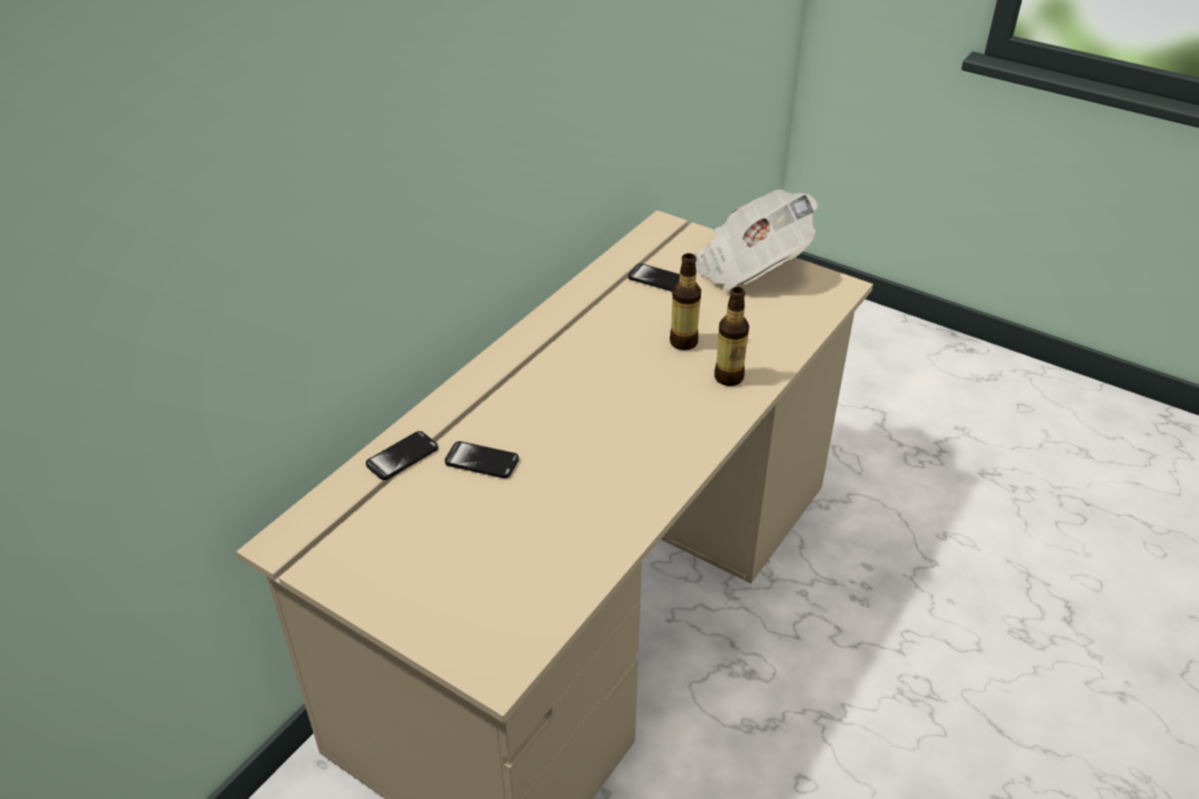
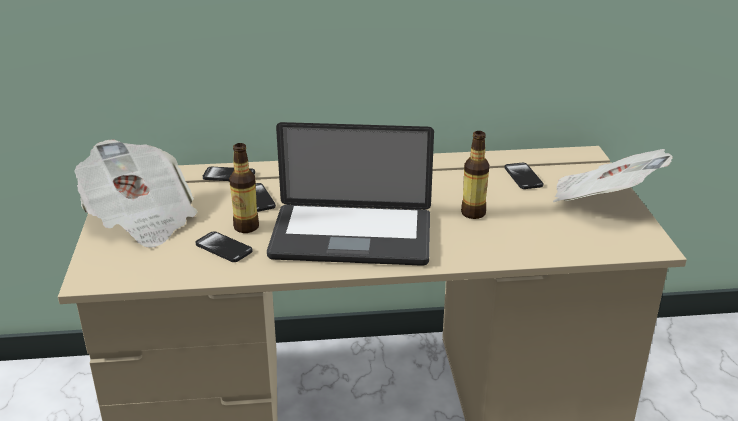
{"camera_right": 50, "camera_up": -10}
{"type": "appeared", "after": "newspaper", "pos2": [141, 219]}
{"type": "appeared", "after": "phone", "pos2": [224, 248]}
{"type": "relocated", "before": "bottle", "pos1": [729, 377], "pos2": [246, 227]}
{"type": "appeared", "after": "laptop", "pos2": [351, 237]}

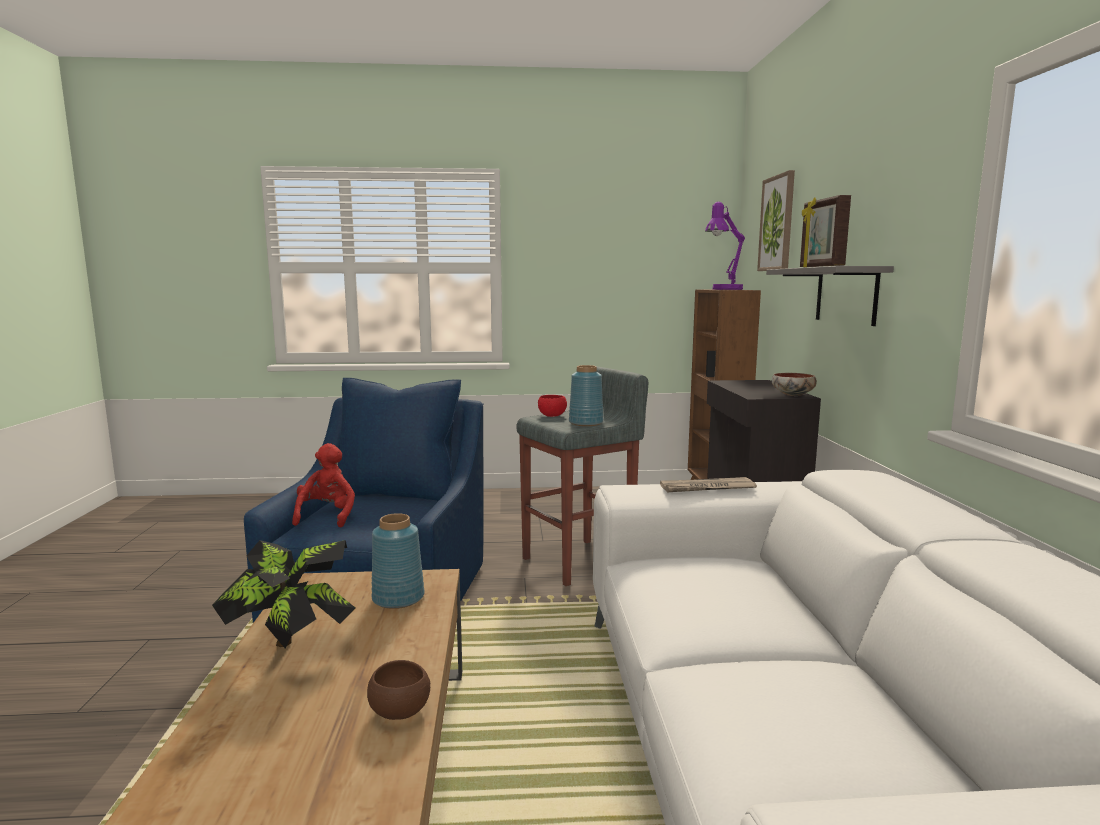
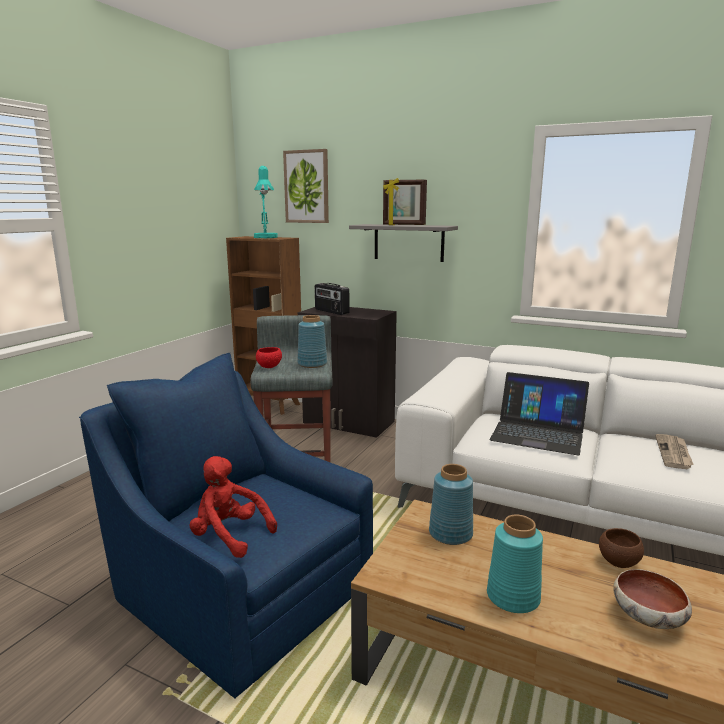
{"camera_right": -60, "camera_up": 5}
{"type": "colour", "before": "purple table lamp", "after": "turquoise table lamp", "pos1": [723, 289], "pos2": [265, 238]}
{"type": "appeared", "after": "radio", "pos2": [331, 311]}
{"type": "exchanged", "before": "potted plant", "after": "turquoise vase", "pos1": [292, 649], "pos2": [513, 596]}
{"type": "appeared", "after": "laptop", "pos2": [538, 433]}
{"type": "relocated", "before": "bowl", "pos1": [793, 395], "pos2": [649, 618]}
{"type": "relocated", "before": "newspaper", "pos1": [707, 488], "pos2": [674, 453]}

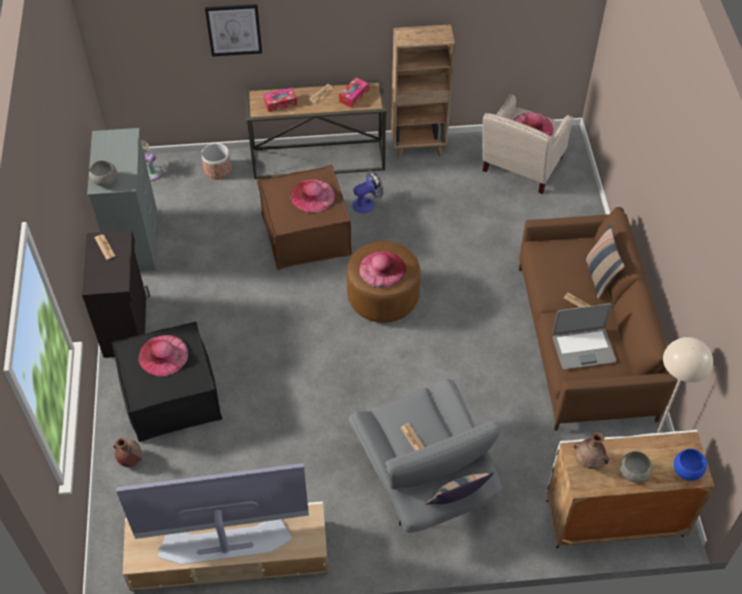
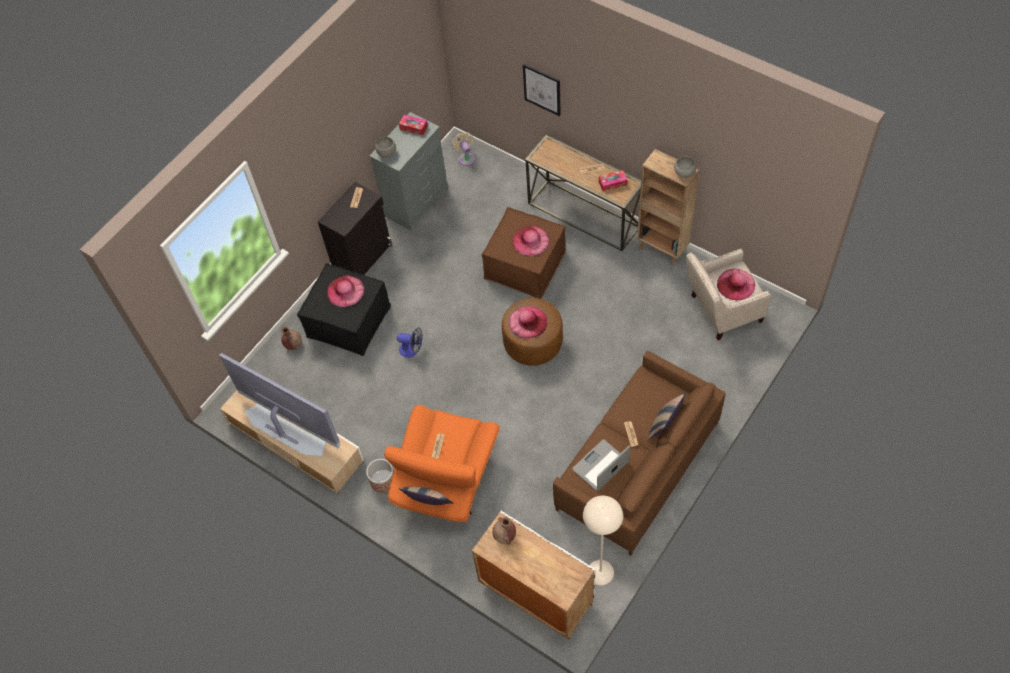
{"camera_right": 45, "camera_up": 5}
{"type": "relocated", "before": "planter", "pos1": [218, 170], "pos2": [383, 480]}
{"type": "colour", "before": "grey armchair", "after": "orange armchair", "pos1": [424, 476], "pos2": [446, 478]}
{"type": "relocated", "before": "fan", "pos1": [367, 203], "pos2": [412, 350]}
{"type": "relocated", "before": "tissue box", "pos1": [280, 103], "pos2": [413, 127]}
{"type": "spun", "before": "laptop", "pos1": [583, 348], "pos2": [601, 466], "turn": 105}
{"type": "relocated", "before": "grey bowl", "pos1": [633, 473], "pos2": [684, 173]}
{"type": "missing", "before": "blue bowl", "pos1": [686, 471]}

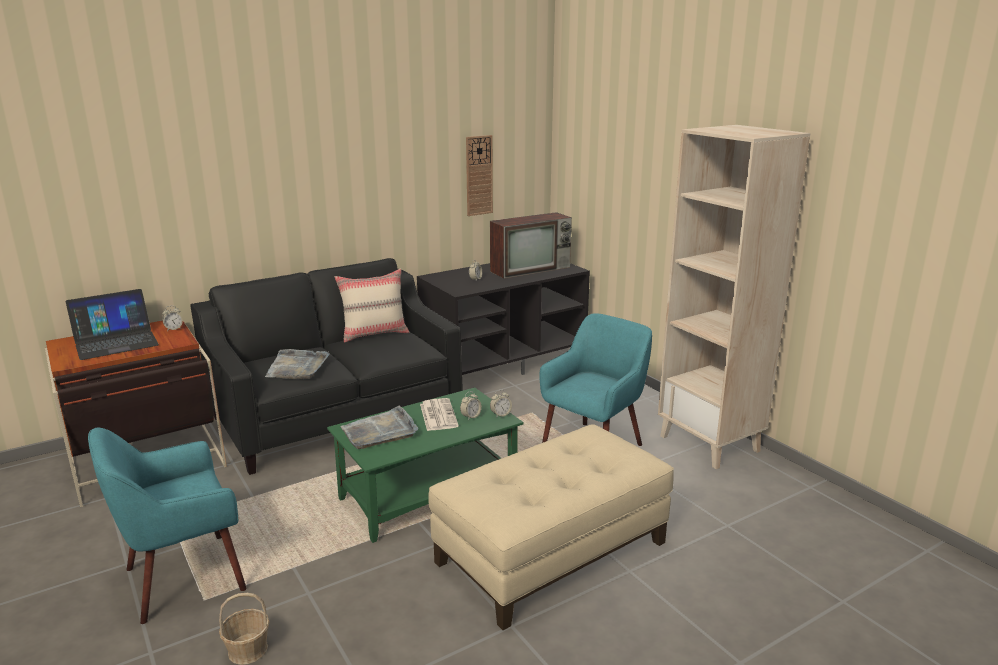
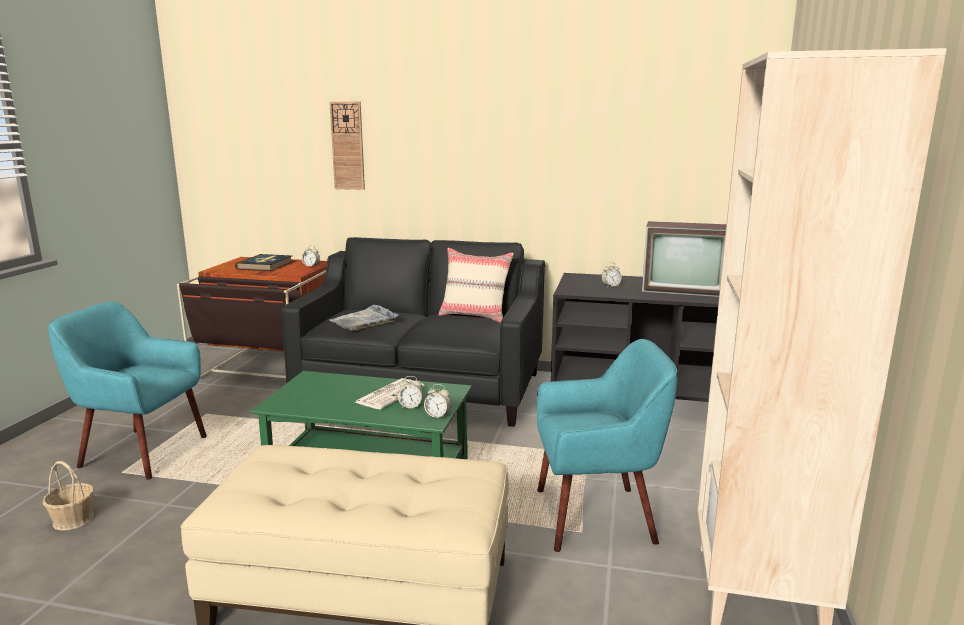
{"camera_right": 45, "camera_up": -5}
{"type": "exchanged", "before": "laptop", "after": "book", "pos1": [116, 342], "pos2": [265, 265]}
{"type": "relocated", "before": "wall clock", "pos1": [479, 175], "pos2": [347, 146]}
{"type": "missing", "before": "grey tray", "pos1": [380, 431]}

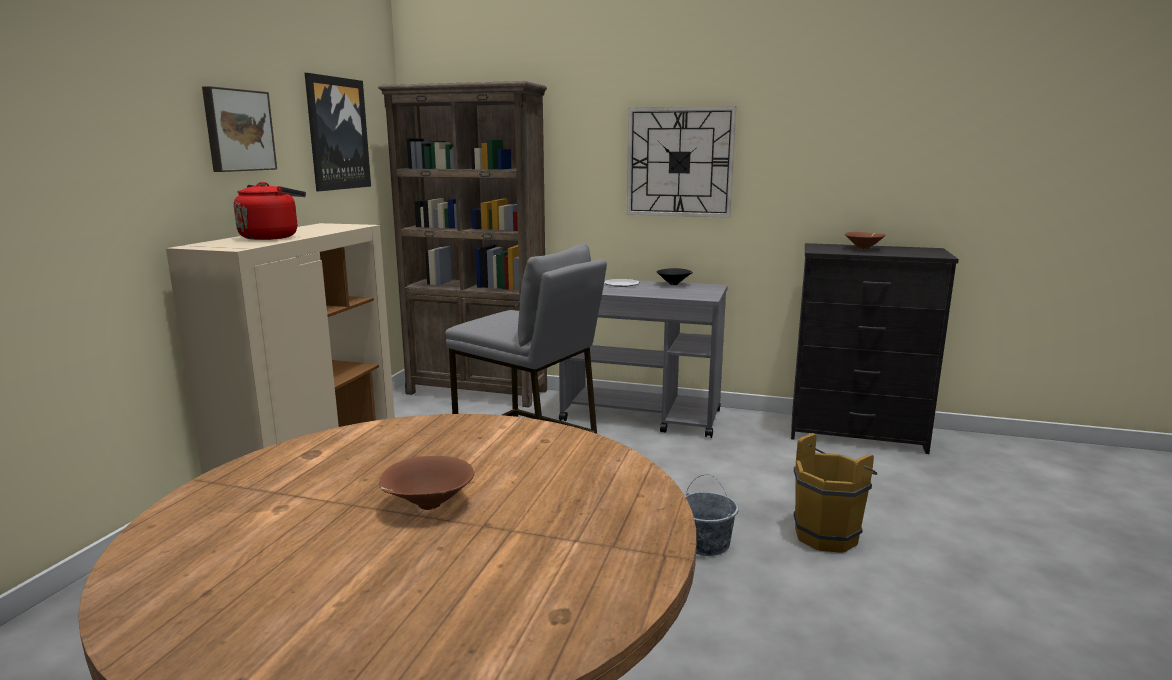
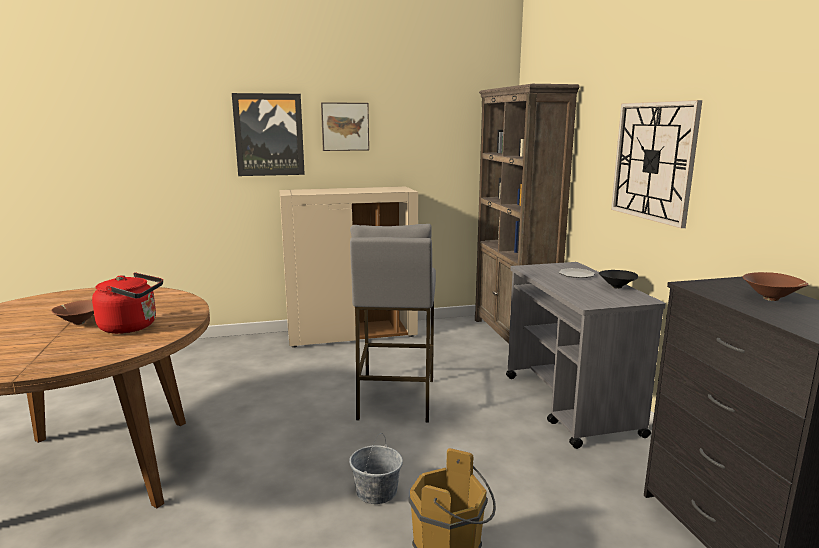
{"camera_right": 60, "camera_up": 0}
{"type": "relocated", "before": "red kettle", "pos1": [272, 237], "pos2": [132, 327]}
{"type": "relocated", "before": "picture", "pos1": [337, 134], "pos2": [269, 135]}

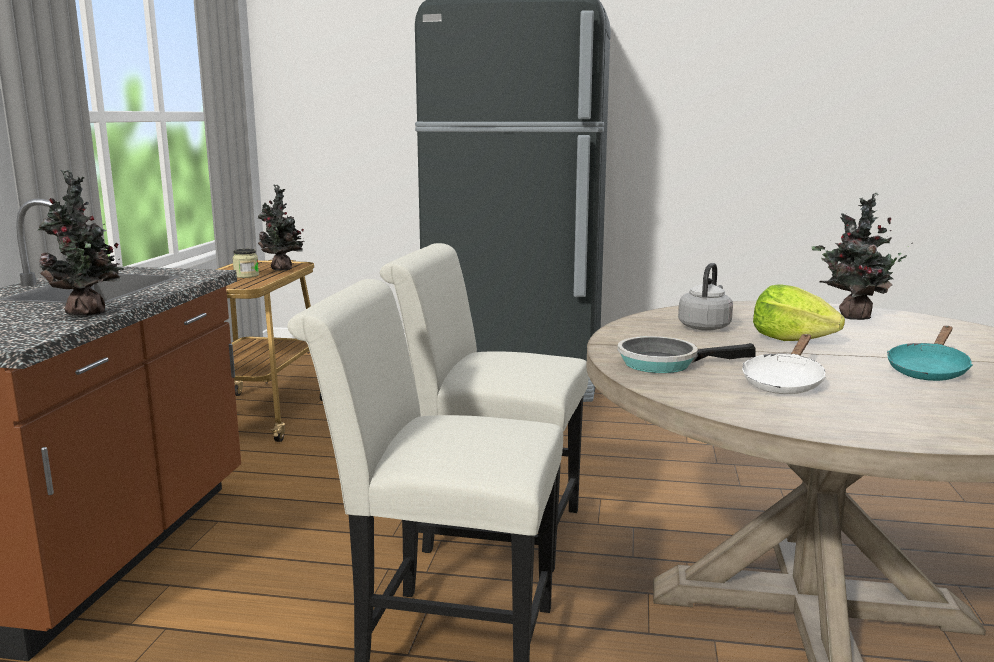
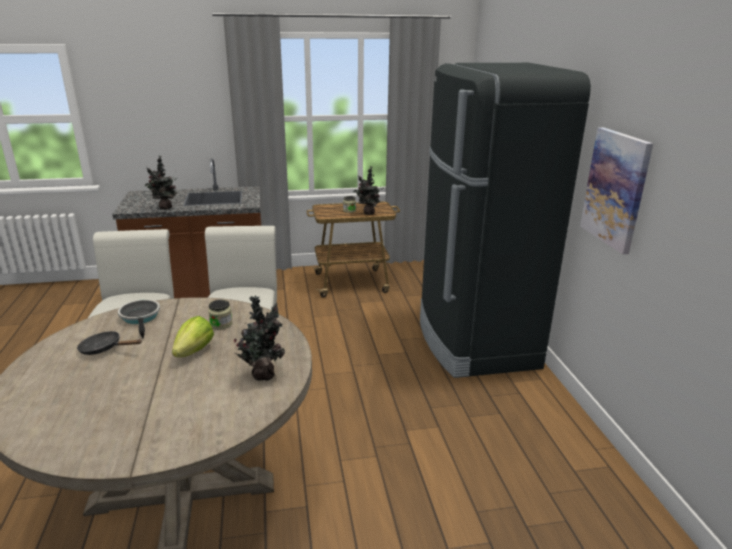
{"camera_right": 70, "camera_up": 10}
{"type": "colour", "before": "white frying pan", "after": "black frying pan", "pos1": [784, 382], "pos2": [104, 349]}
{"type": "exchanged", "before": "grey kettle", "after": "jar", "pos1": [705, 326], "pos2": [221, 324]}
{"type": "appeared", "after": "picture", "pos2": [615, 189]}
{"type": "missing", "before": "turquoise frying pan", "pos1": [928, 370]}

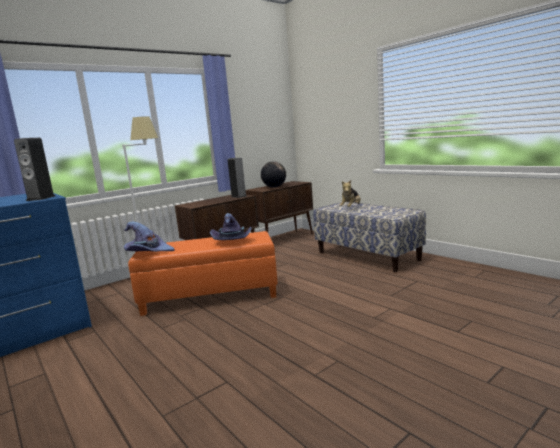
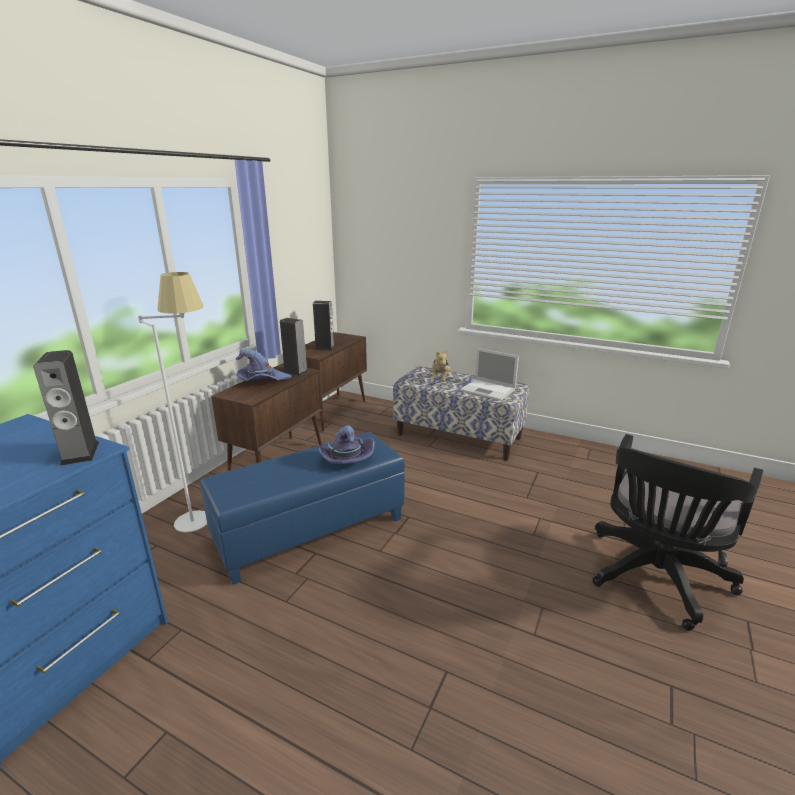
{"camera_right": -25, "camera_up": 10}
{"type": "colour", "before": "orange ottoman", "after": "blue ottoman", "pos1": [210, 297], "pos2": [310, 531]}
{"type": "relocated", "before": "purple hat", "pos1": [148, 252], "pos2": [262, 380]}
{"type": "exchanged", "before": "globe", "after": "speaker", "pos1": [274, 187], "pos2": [325, 348]}
{"type": "appeared", "after": "laptop", "pos2": [488, 390]}
{"type": "appeared", "after": "black office chair", "pos2": [654, 578]}

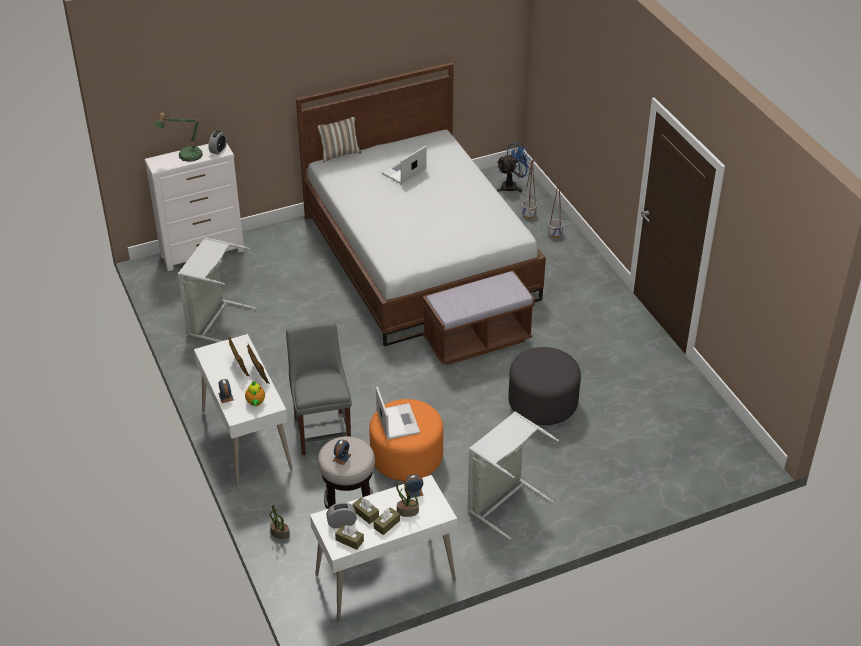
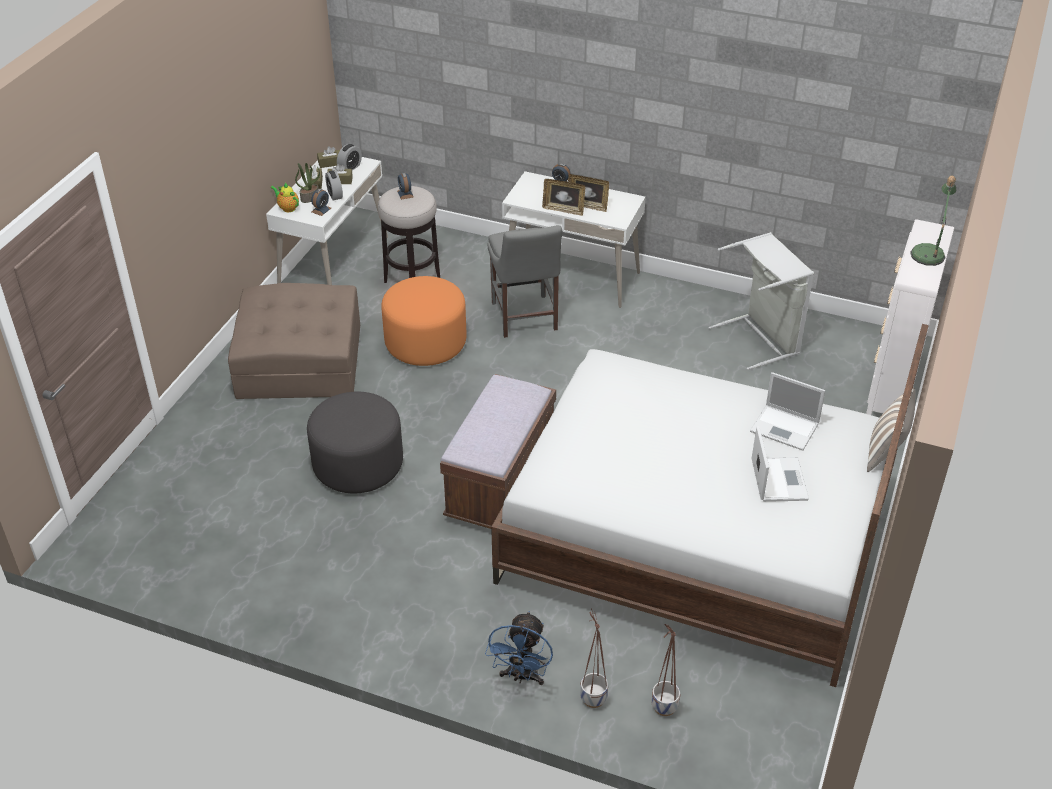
{"camera_right": 135, "camera_up": 0}
{"type": "exchanged", "before": "grey laundry basket", "after": "brown ottoman", "pos1": [503, 502], "pos2": [299, 361]}
{"type": "relocated", "before": "teapot", "pos1": [255, 403], "pos2": [287, 208]}
{"type": "relocated", "before": "alarm clock", "pos1": [218, 150], "pos2": [335, 195]}
{"type": "relocated", "before": "blue fan", "pos1": [512, 186], "pos2": [522, 676]}
{"type": "spun", "before": "grey chair", "pos1": [322, 430], "pos2": [524, 318], "turn": 45}
{"type": "relocated", "before": "laptop", "pos1": [397, 421], "pos2": [785, 428]}
{"type": "missing", "before": "potted plant", "pos1": [279, 533]}

